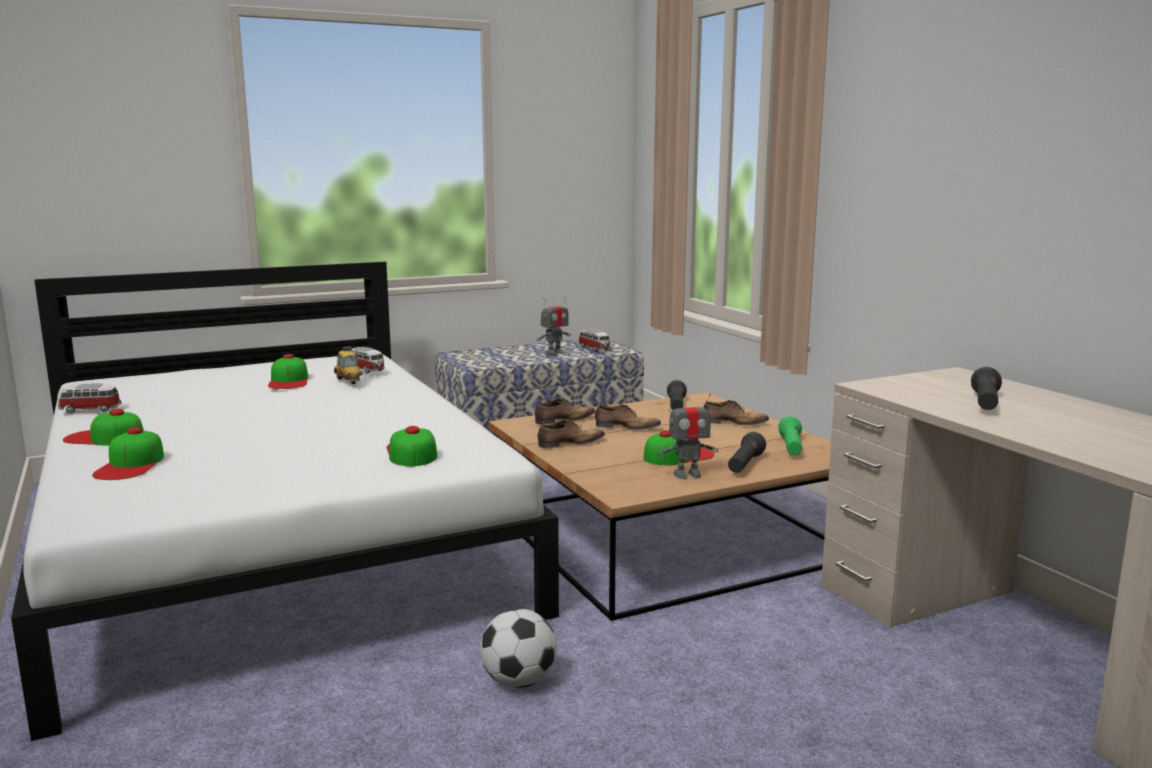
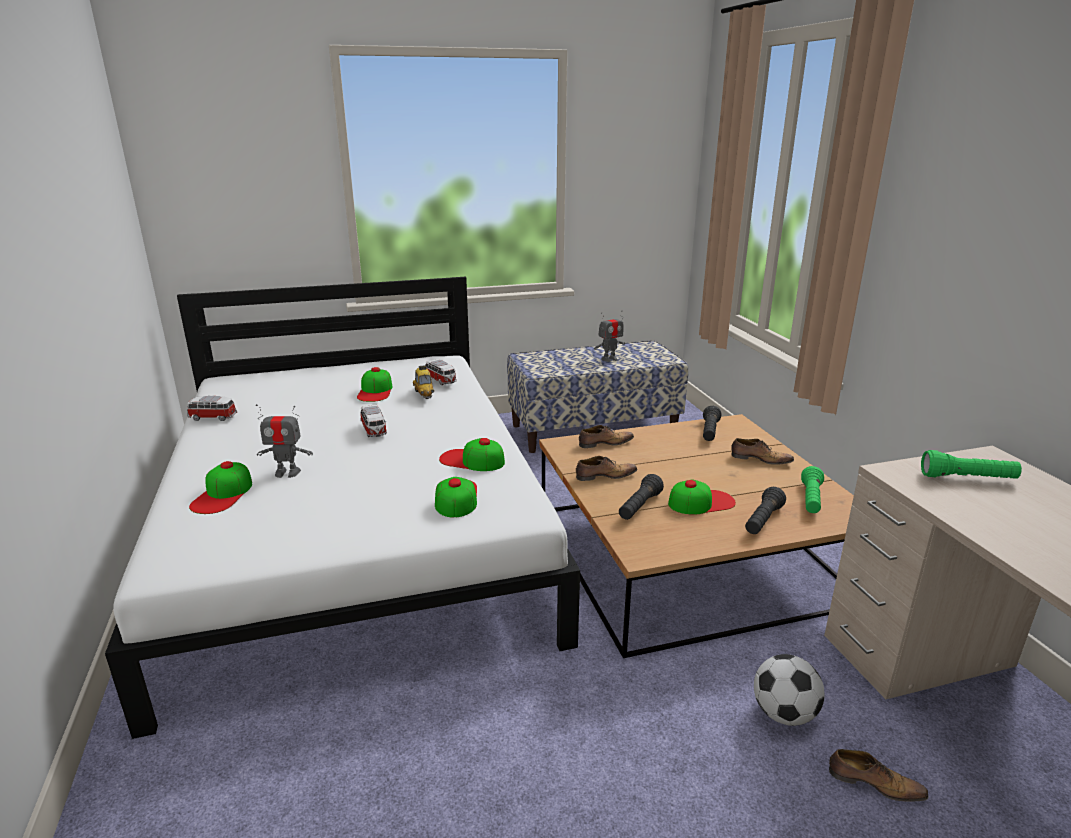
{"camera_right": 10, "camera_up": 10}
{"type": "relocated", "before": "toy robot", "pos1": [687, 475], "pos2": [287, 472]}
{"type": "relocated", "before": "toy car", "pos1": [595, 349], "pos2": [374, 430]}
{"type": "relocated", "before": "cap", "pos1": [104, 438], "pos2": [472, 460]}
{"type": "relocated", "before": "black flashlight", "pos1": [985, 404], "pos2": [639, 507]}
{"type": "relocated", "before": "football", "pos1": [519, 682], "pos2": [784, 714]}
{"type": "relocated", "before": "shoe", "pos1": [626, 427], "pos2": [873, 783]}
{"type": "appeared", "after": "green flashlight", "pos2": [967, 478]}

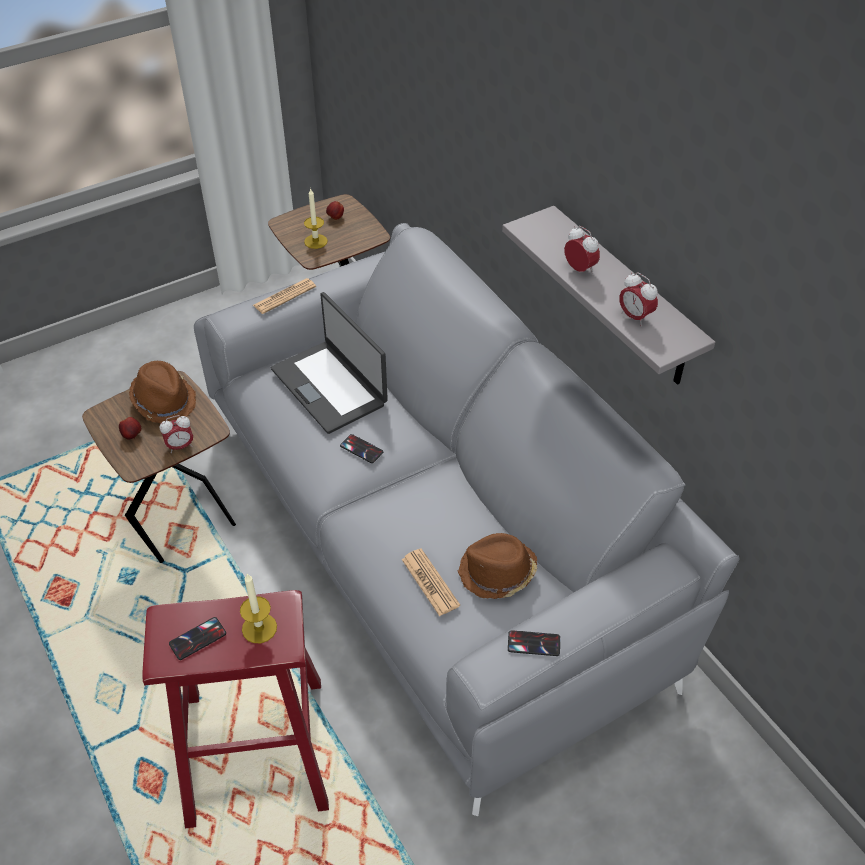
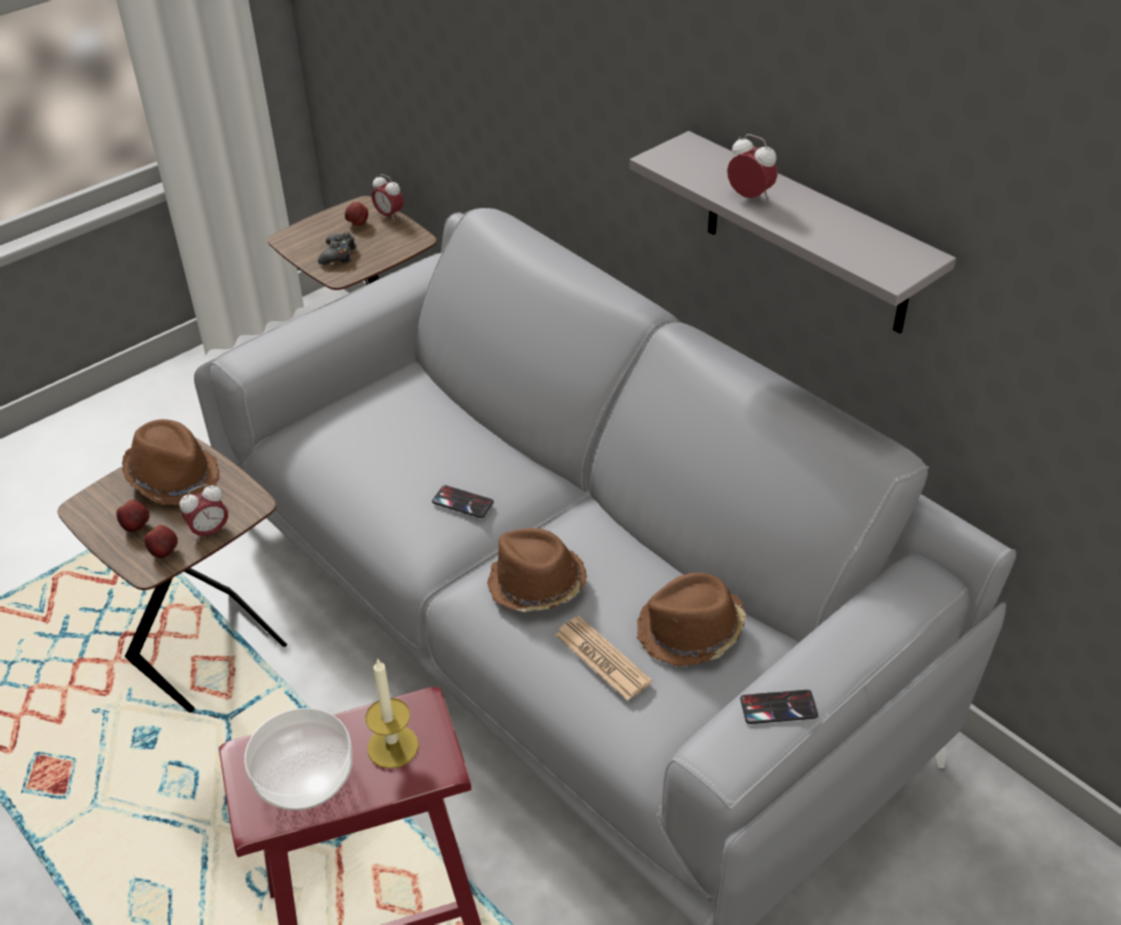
{"camera_right": -10, "camera_up": -5}
{"type": "appeared", "after": "apple", "pos2": [165, 553]}
{"type": "exchanged", "before": "phone", "after": "bowl", "pos1": [198, 639], "pos2": [305, 776]}
{"type": "exchanged", "before": "candle", "after": "black game controller", "pos1": [315, 241], "pos2": [338, 255]}
{"type": "relocated", "before": "alarm clock", "pos1": [634, 317], "pos2": [389, 216]}
{"type": "appeared", "after": "brown hat", "pos2": [536, 585]}
{"type": "missing", "before": "newspaper", "pos1": [284, 296]}
{"type": "missing", "before": "laptop", "pos1": [330, 386]}

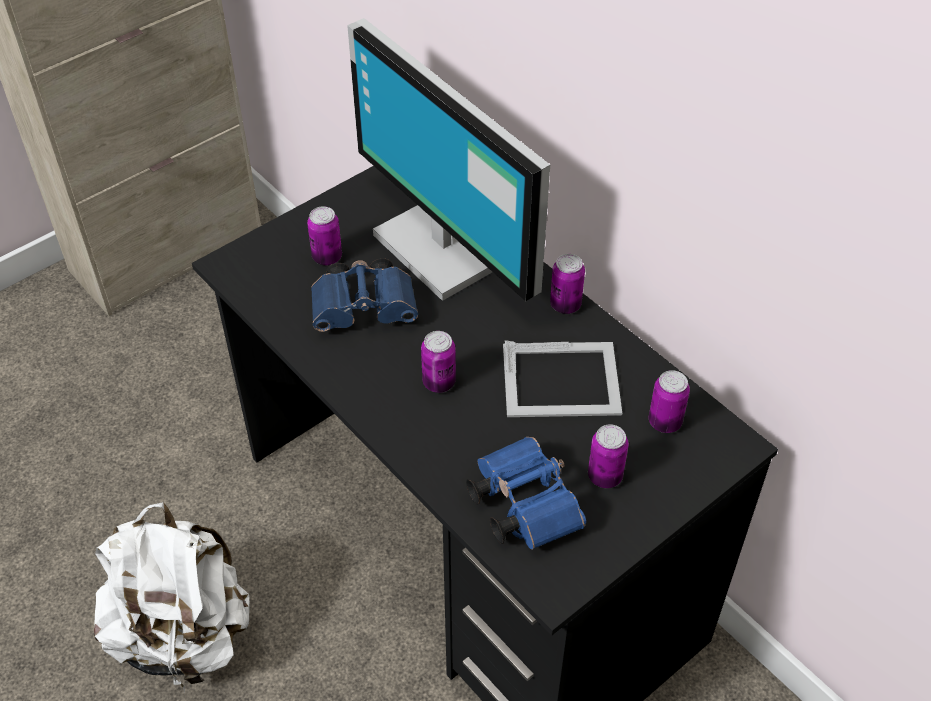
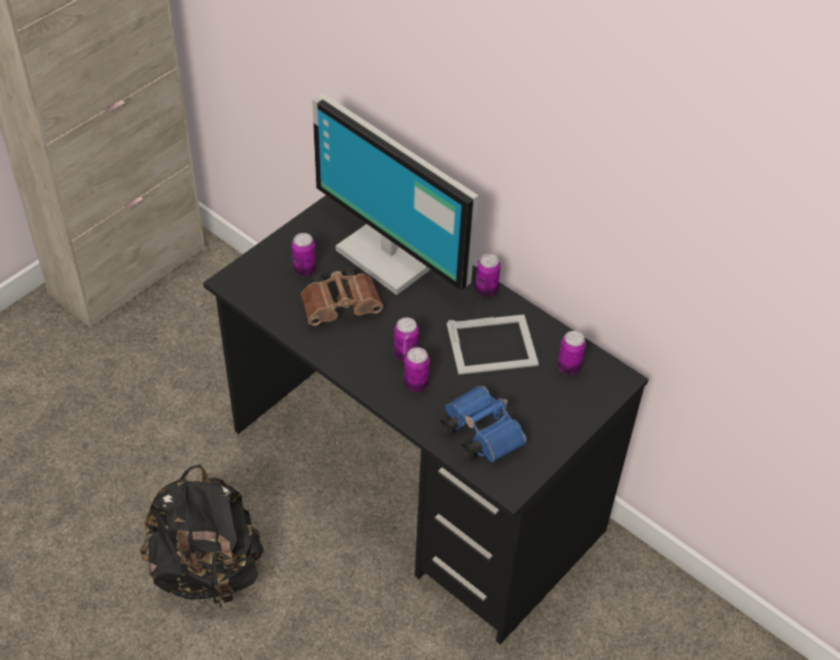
{"camera_right": -10, "camera_up": 0}
{"type": "colour", "before": "white backpack", "after": "black backpack", "pos1": [184, 635], "pos2": [208, 569]}
{"type": "colour", "before": "blue binoculars", "after": "brown binoculars", "pos1": [367, 310], "pos2": [343, 307]}
{"type": "relocated", "before": "can", "pos1": [605, 476], "pos2": [416, 384]}

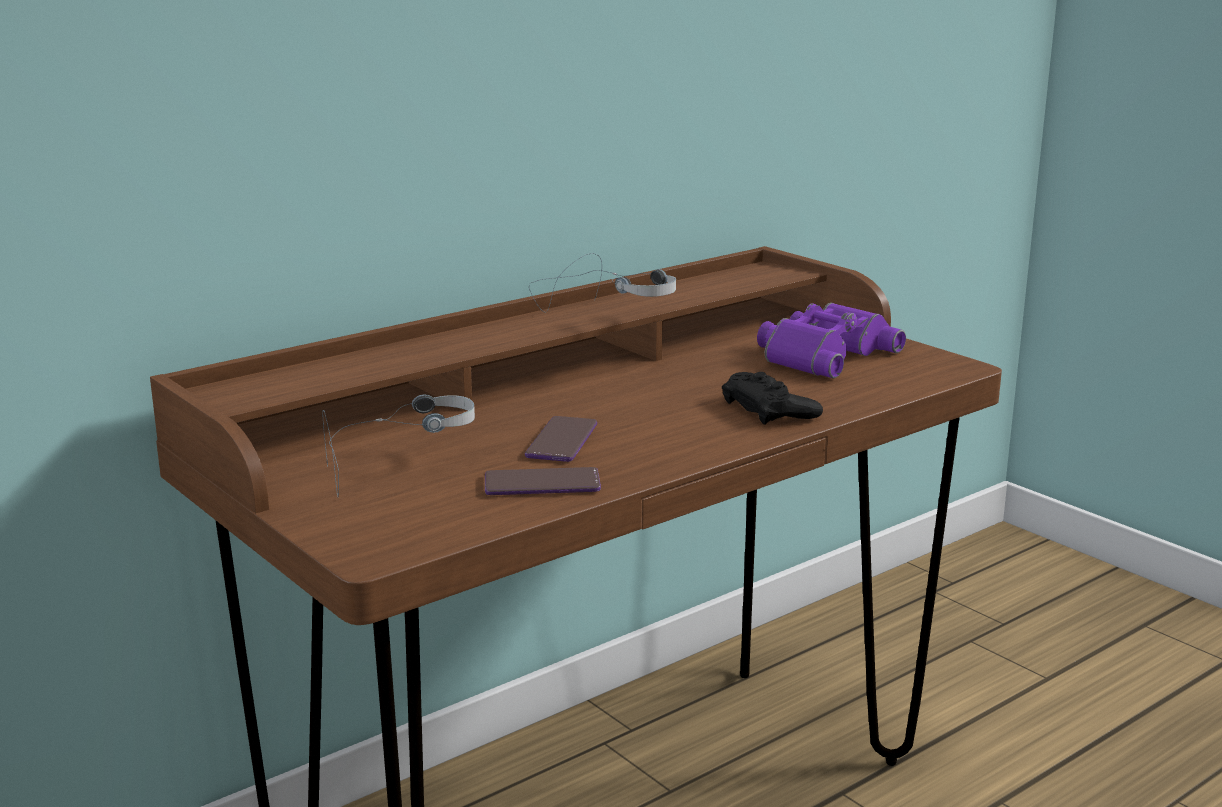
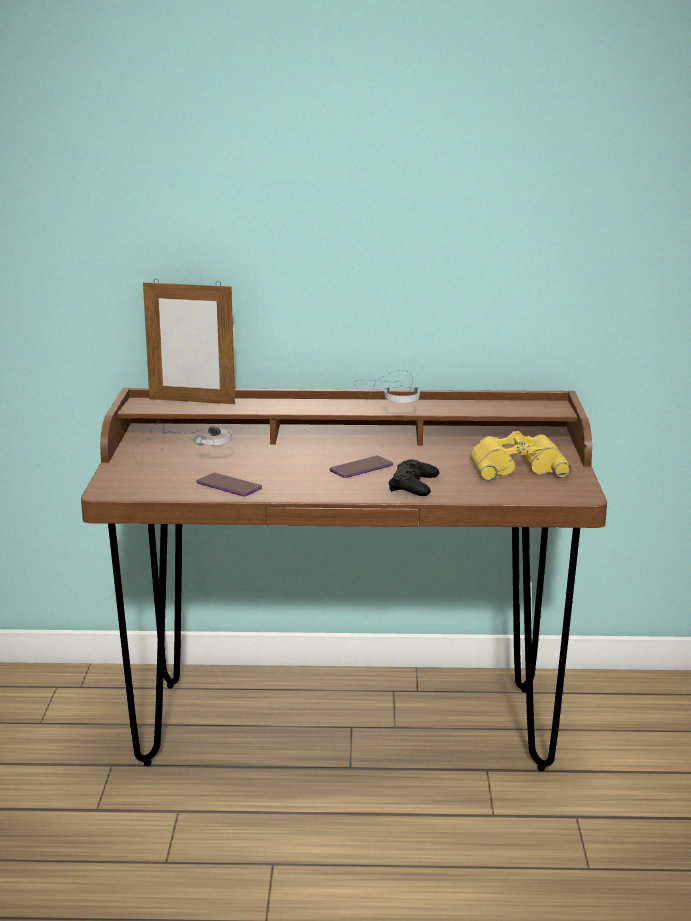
{"camera_right": 40, "camera_up": 0}
{"type": "appeared", "after": "picture frame", "pos2": [192, 401]}
{"type": "relocated", "before": "phone", "pos1": [562, 441], "pos2": [361, 468]}
{"type": "colour", "before": "purple binoculars", "after": "yellow binoculars", "pos1": [822, 353], "pos2": [517, 466]}

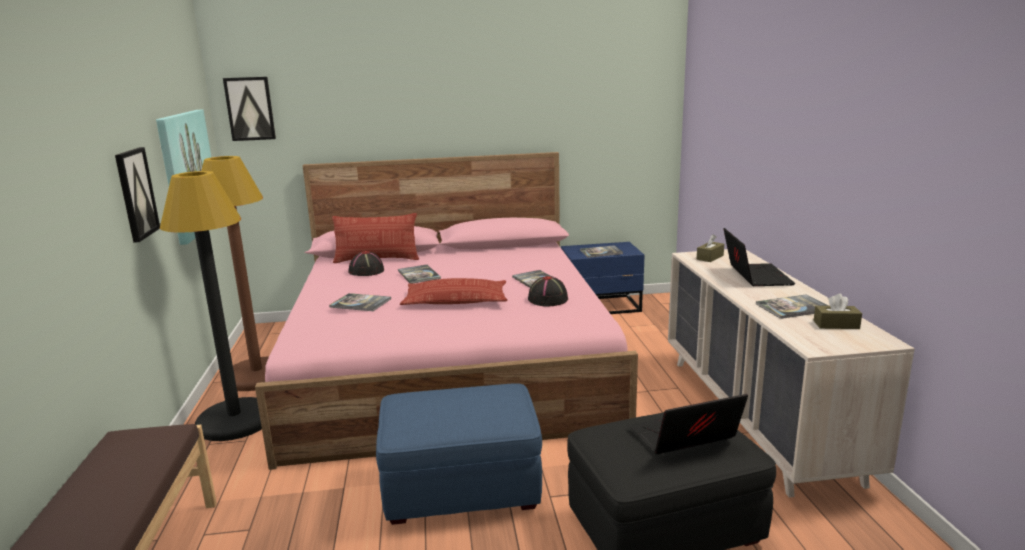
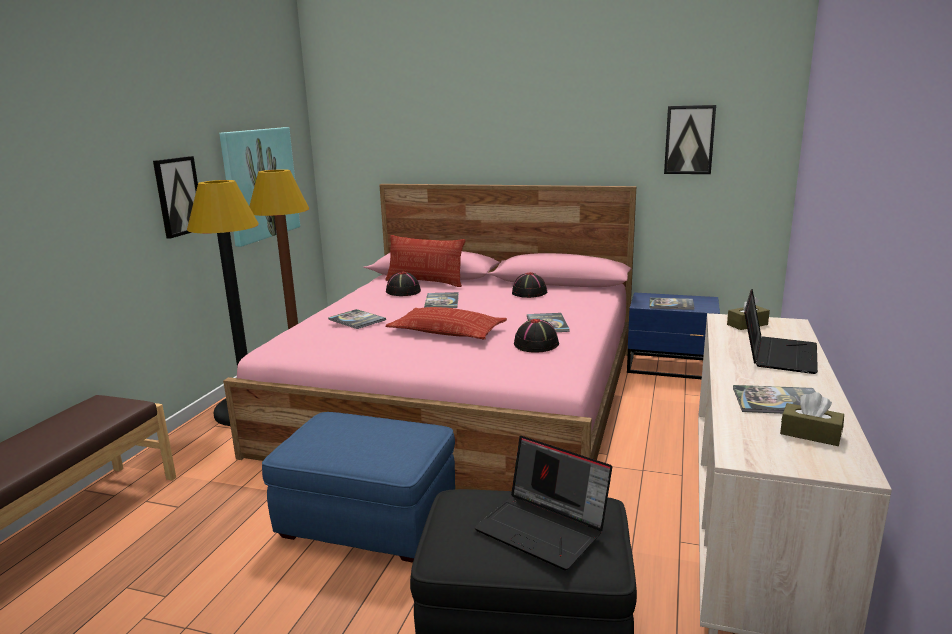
{"camera_right": 25, "camera_up": 0}
{"type": "spun", "before": "laptop", "pos1": [683, 438], "pos2": [544, 528], "turn": -150}
{"type": "appeared", "after": "black hat", "pos2": [529, 293]}
{"type": "relocated", "before": "picture", "pos1": [250, 108], "pos2": [689, 140]}

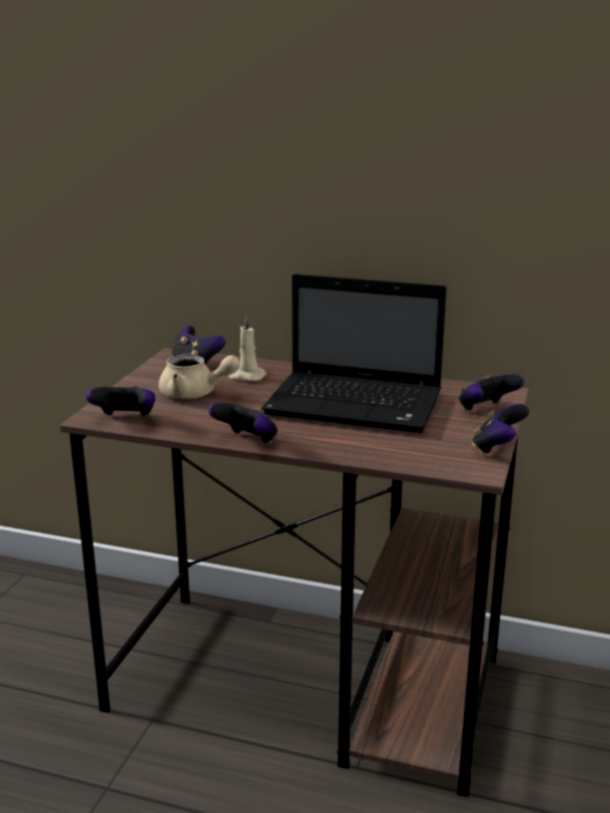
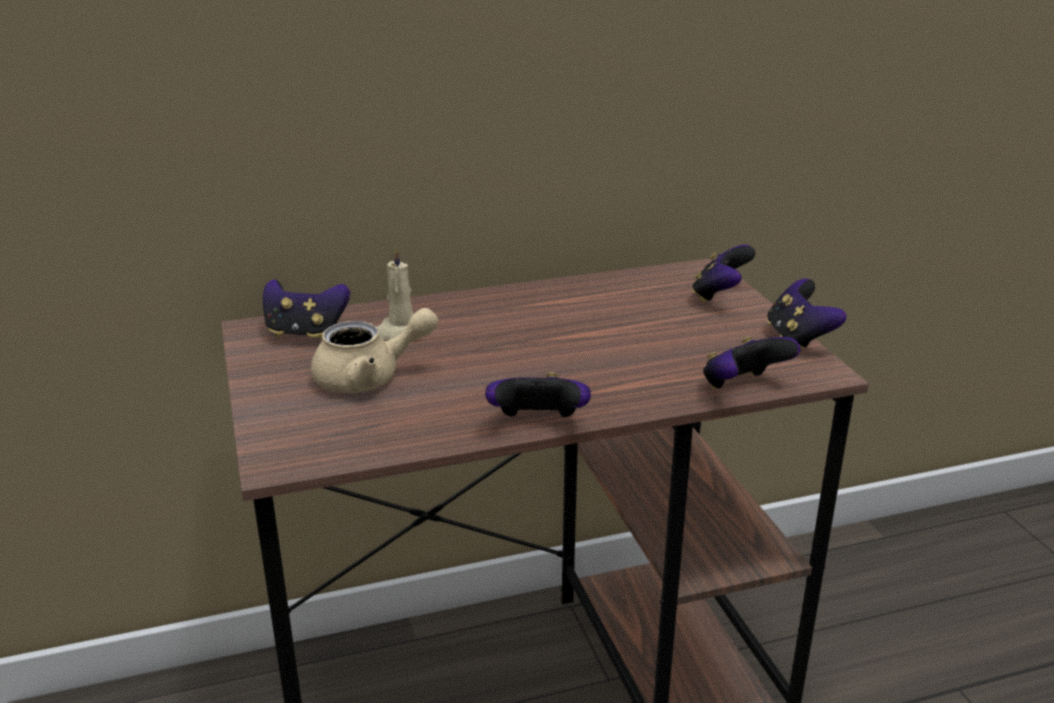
{"camera_right": -35, "camera_up": 5}
{"type": "relocated", "before": "game controller", "pos1": [125, 419], "pos2": [743, 387]}
{"type": "missing", "before": "laptop", "pos1": [357, 405]}

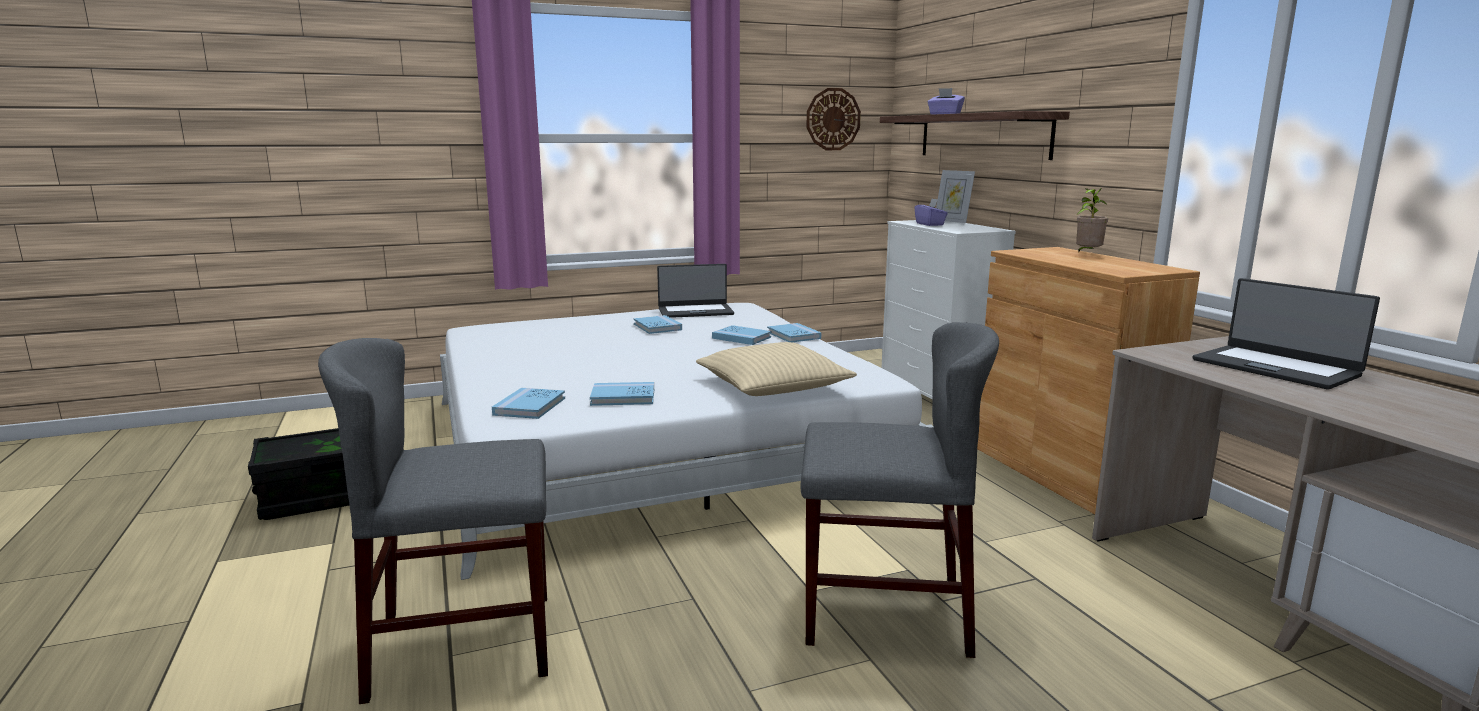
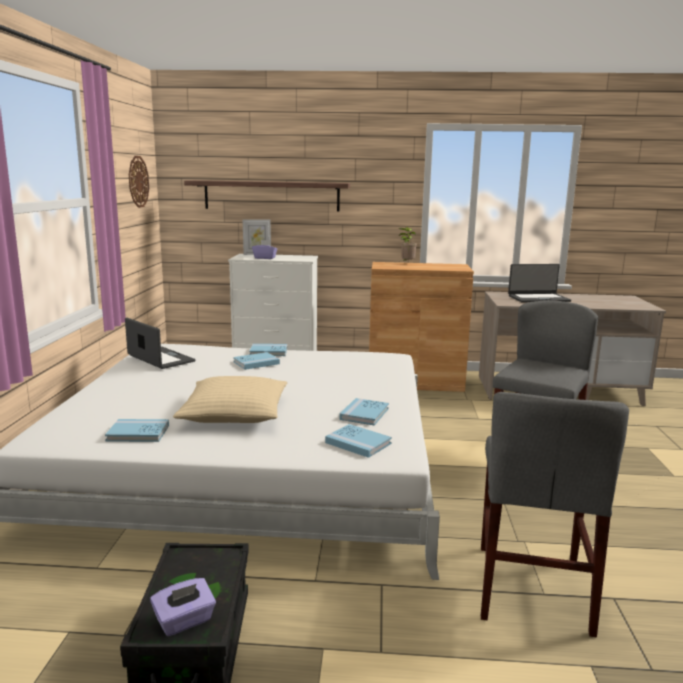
{"camera_right": -65, "camera_up": 0}
{"type": "relocated", "before": "blue book", "pos1": [657, 327], "pos2": [138, 433]}
{"type": "spun", "before": "laptop", "pos1": [695, 311], "pos2": [160, 359], "turn": -60}
{"type": "relocated", "before": "purple tissue box", "pos1": [944, 114], "pos2": [184, 621]}
{"type": "relocated", "before": "beige pillow", "pos1": [772, 386], "pos2": [234, 413]}

